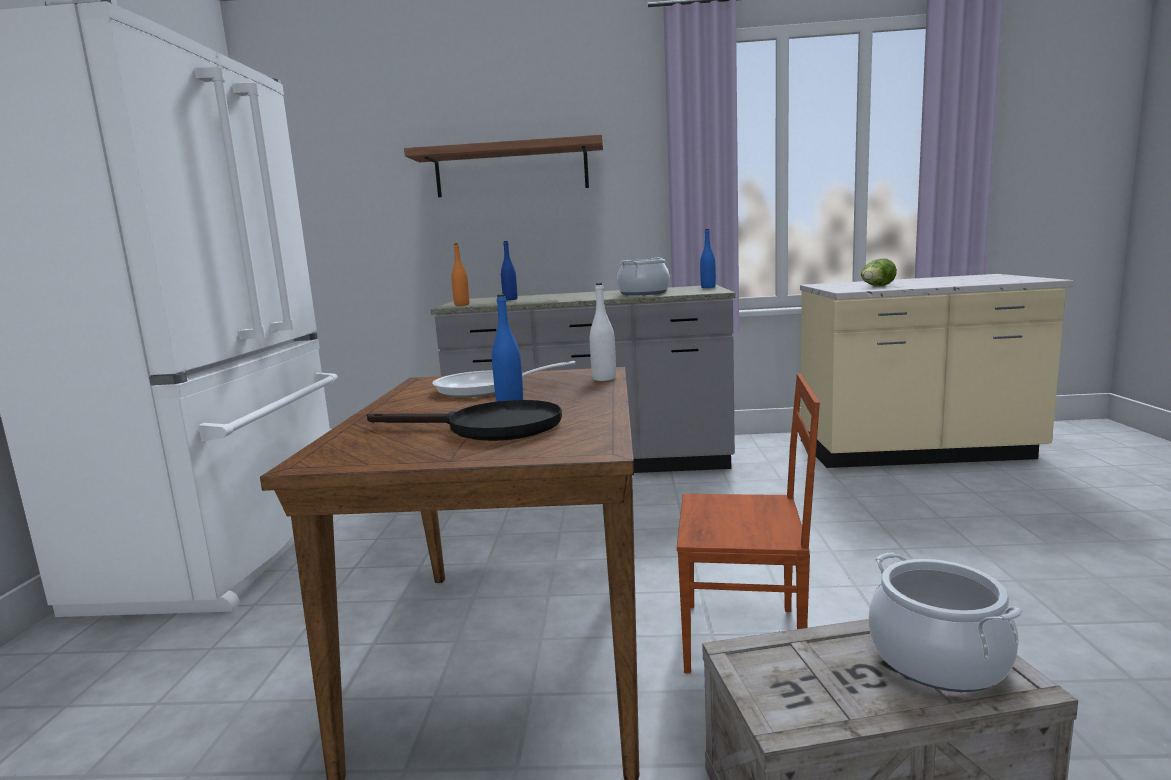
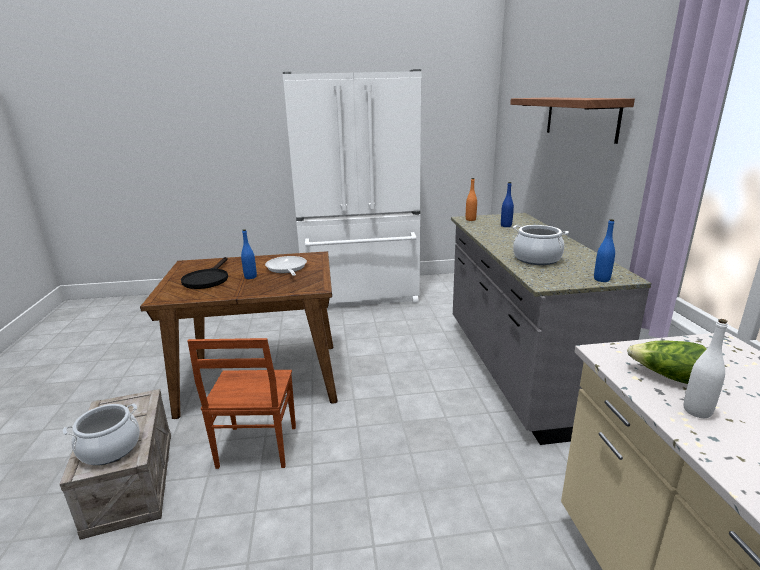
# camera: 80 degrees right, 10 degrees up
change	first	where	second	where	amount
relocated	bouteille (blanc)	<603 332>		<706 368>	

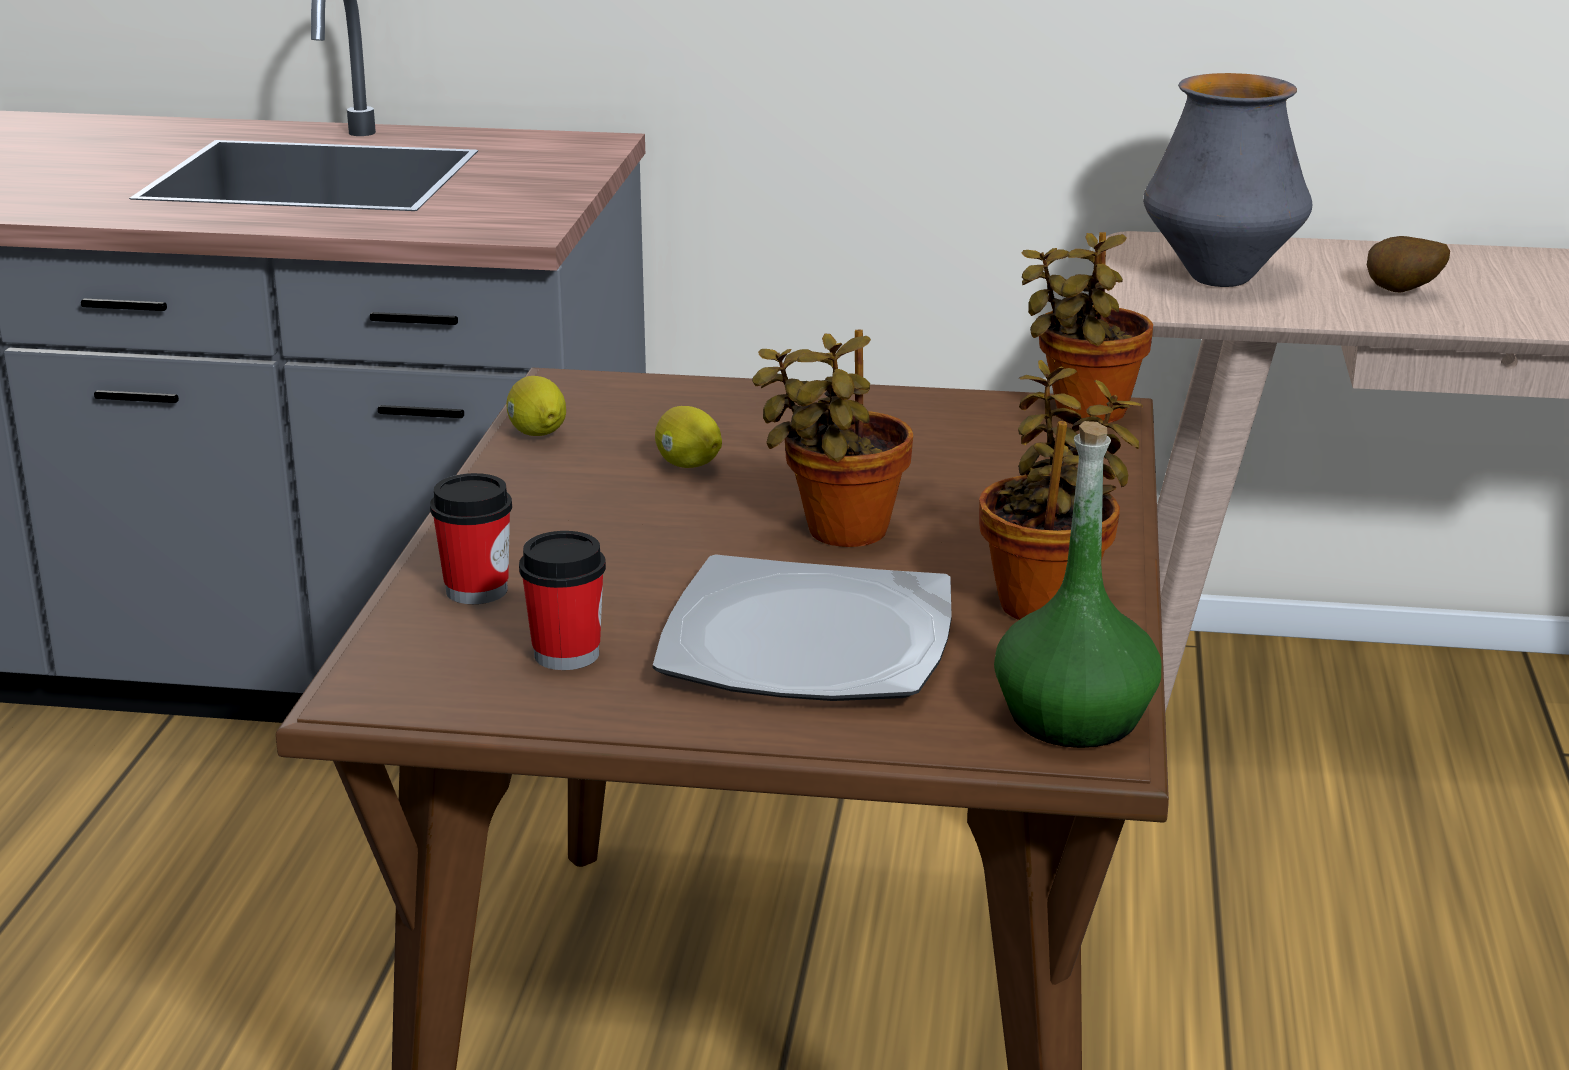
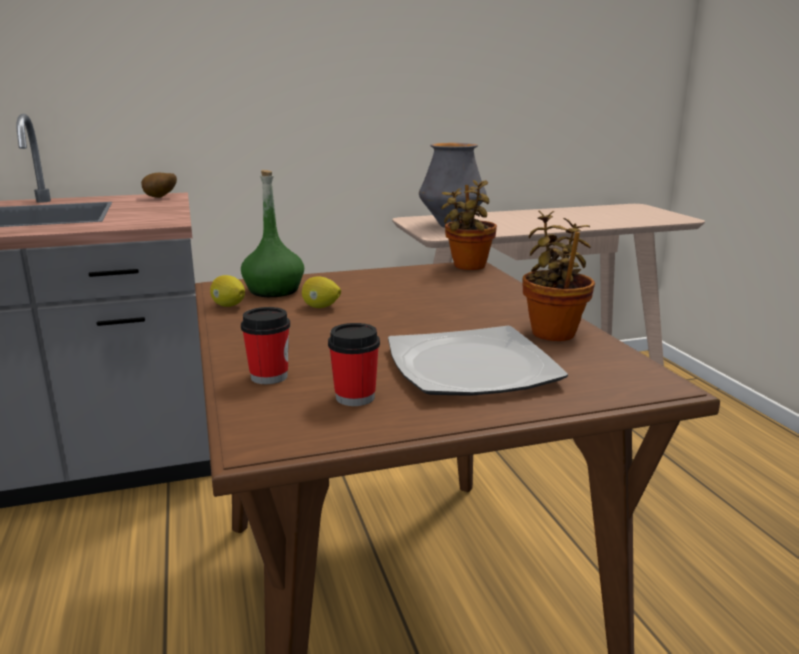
# camera: 25 degrees left, 5 degrees down
change	first	where	second	where	amount
relocated	pomme de terre	<1408 264>		<159 185>	
missing	plante en pot	<832 438>			
relocated	bouteille (vert)	<1077 584>		<272 233>	

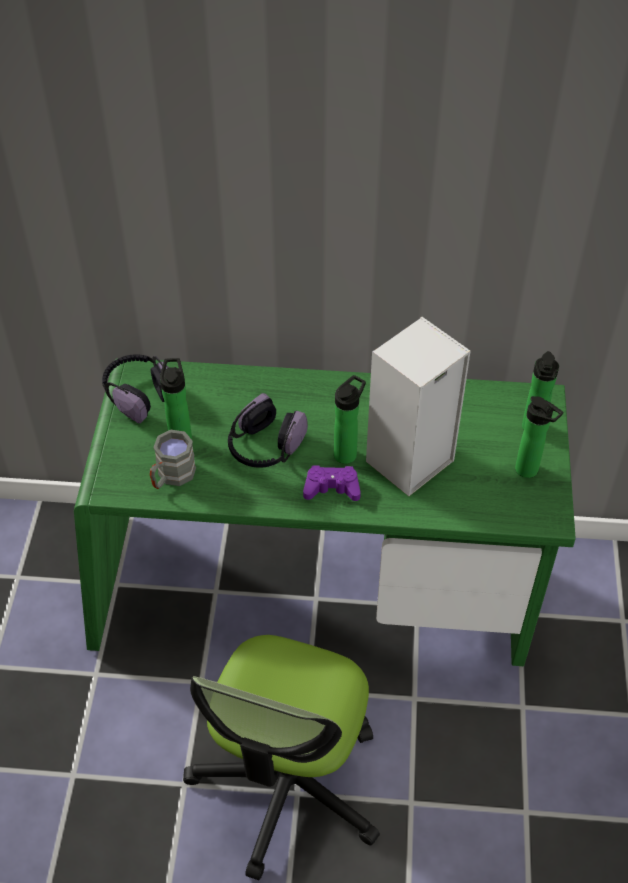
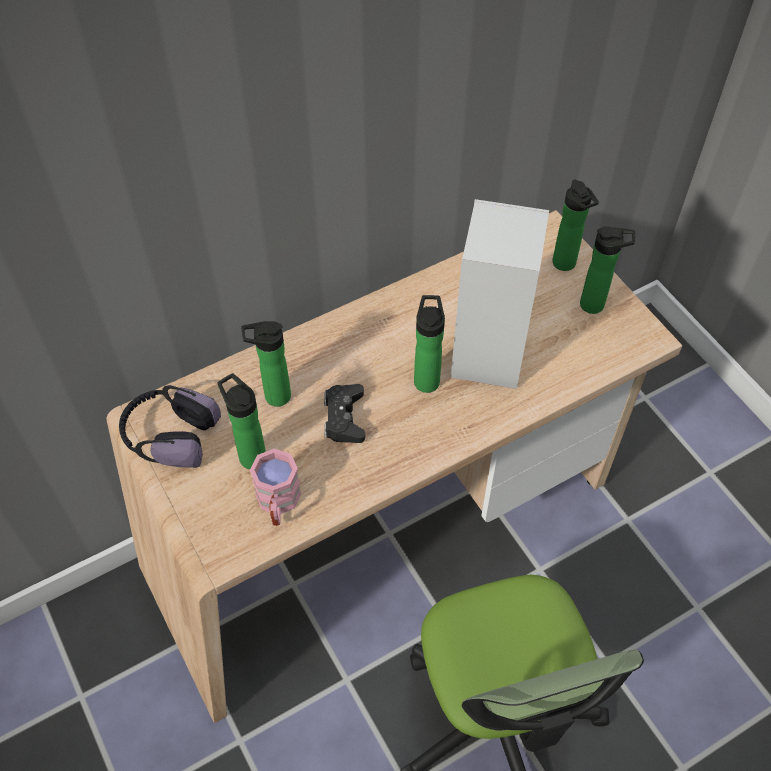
# camera: 35 degrees left, 5 degrees up
change	first	where	second	where	amount
colour	bureau (vert)	<325 512>	bureau (beige)	<394 466>	
exchanged	casque audio	<268 430>	manette (noir)	<344 413>	
colour	mug (gris)	<173 459>	mug (rose)	<275 487>	
missing	manette (violet)	<332 483>			
appeared			bouteille	<266 364>	

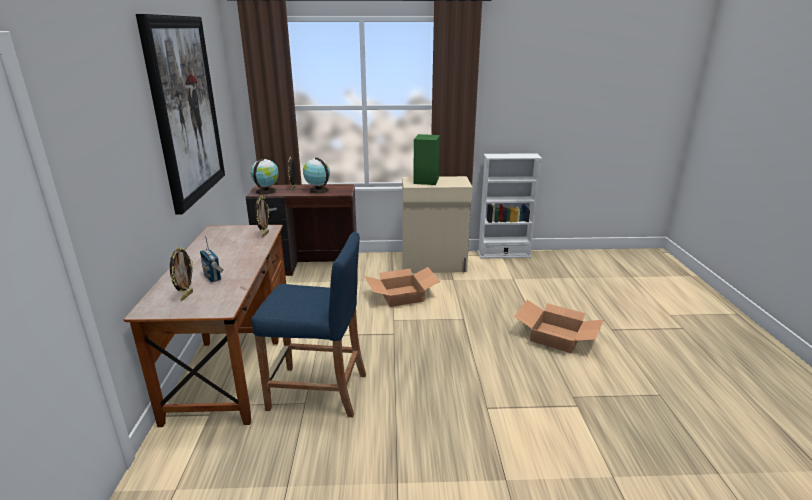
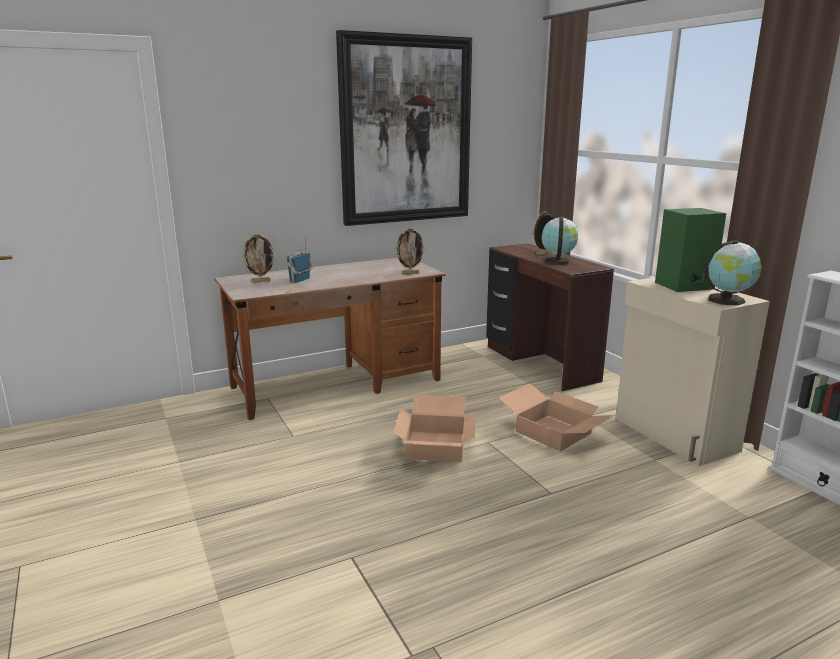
# camera: 65 degrees right, 5 degrees down
change	first	where	second	where	amount
relocated	globe	<265 176>		<733 273>	
missing	tabouret (bleu)	<308 324>			
relocated	carton	<559 327>		<434 428>	

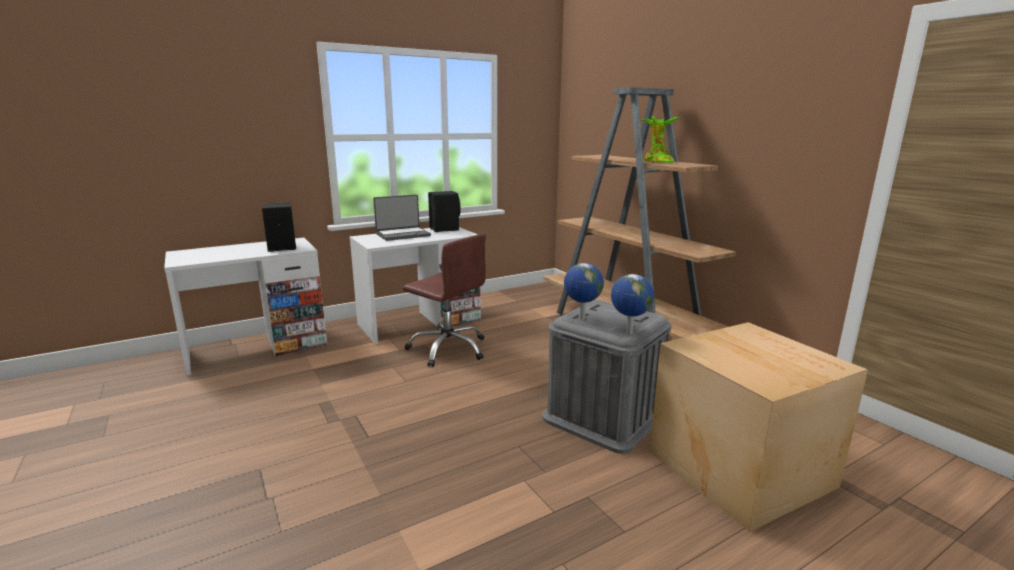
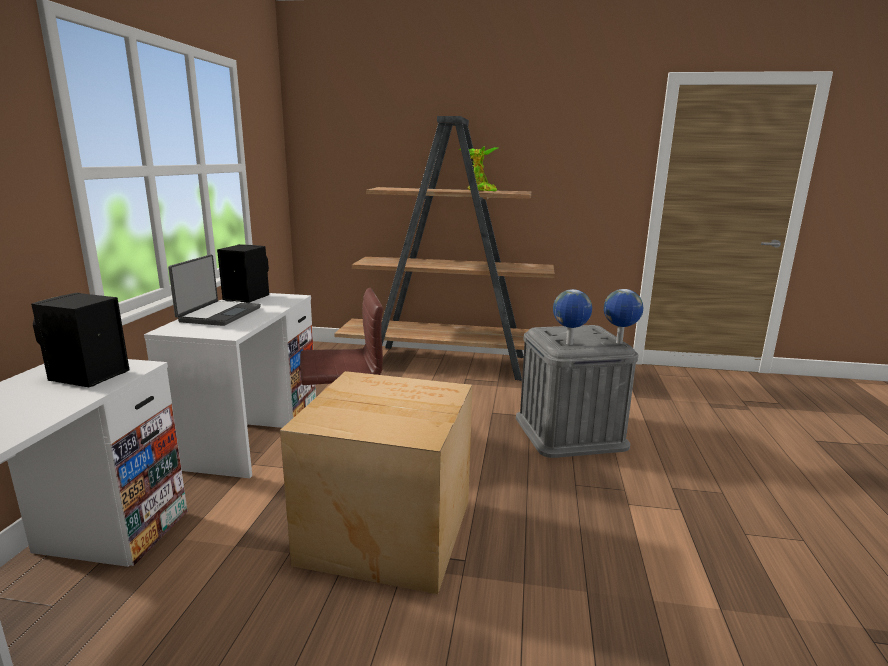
# camera: 50 degrees left, 0 degrees up
change	first	where	second	where	amount
relocated	carton	<758 427>		<376 482>	

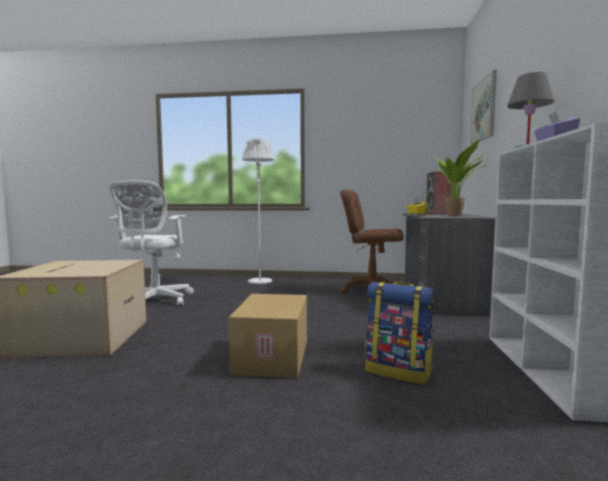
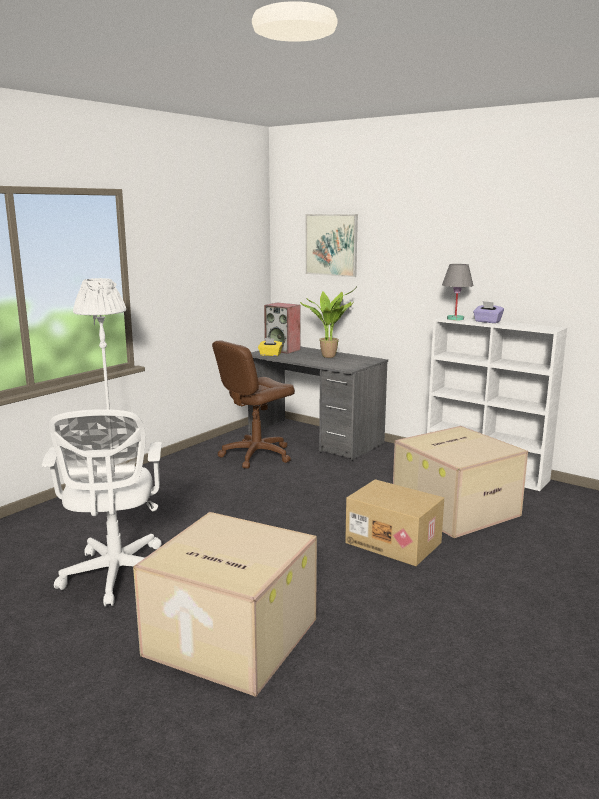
# camera: 60 degrees left, 10 degrees up
change	first	where	second	where	amount
spun	chaise de bureau (blanc)	<151 243>		<102 507>	45 degrees clockwise
exchanged	sac à dos	<399 333>	carton	<460 482>	

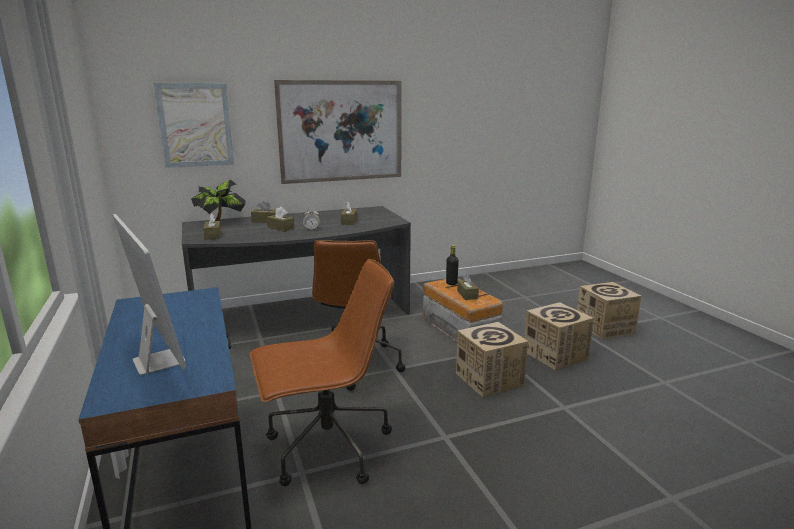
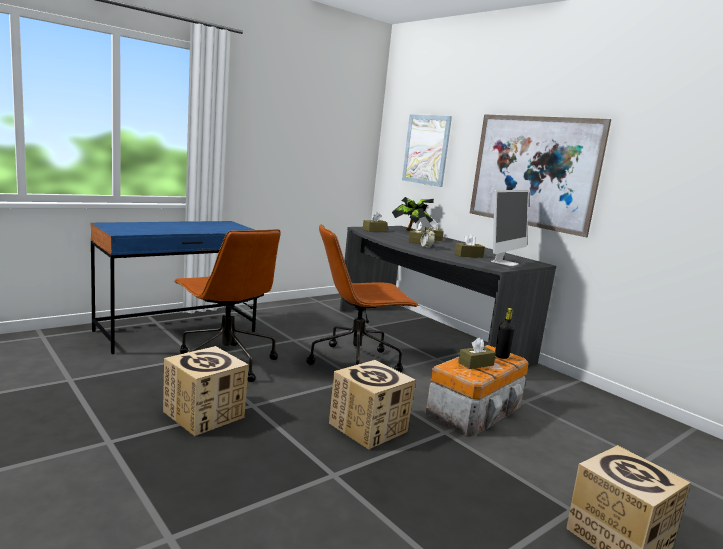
# camera: 70 degrees right, 5 degrees down
change	first	where	second	where	amount
relocated	écran d'ordinateur	<149 294>		<510 228>	
relocated	carton	<559 336>		<206 391>	

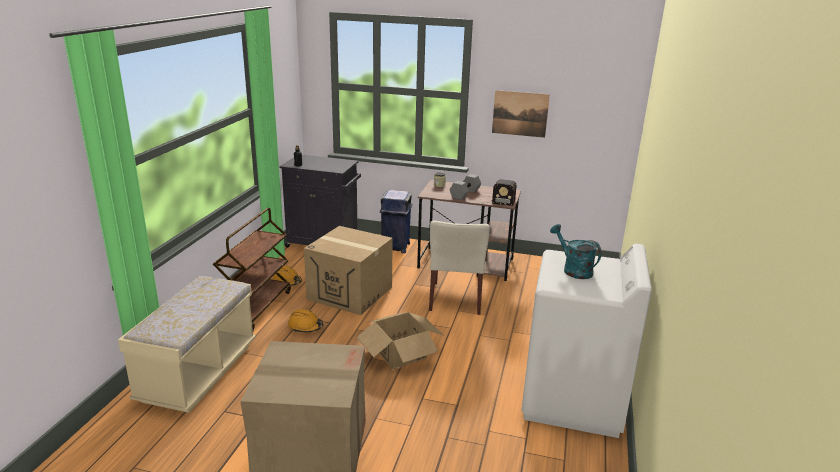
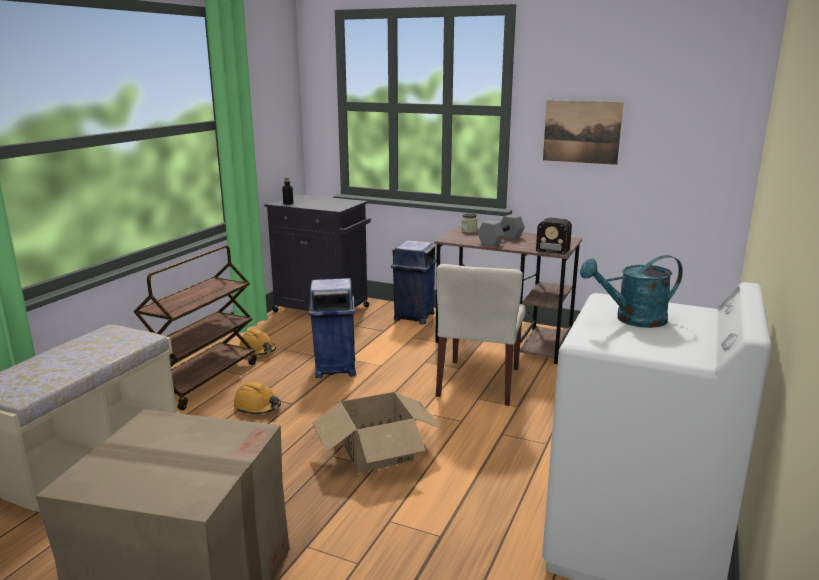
# camera: 10 degrees right, 5 degrees down
change	first	where	second	where	amount
spun	arrosoir (turquoise)	<576 251>		<631 291>	75 degrees counterclockwise
exchanged	carton	<348 270>	poubelle (bleu)	<332 328>	

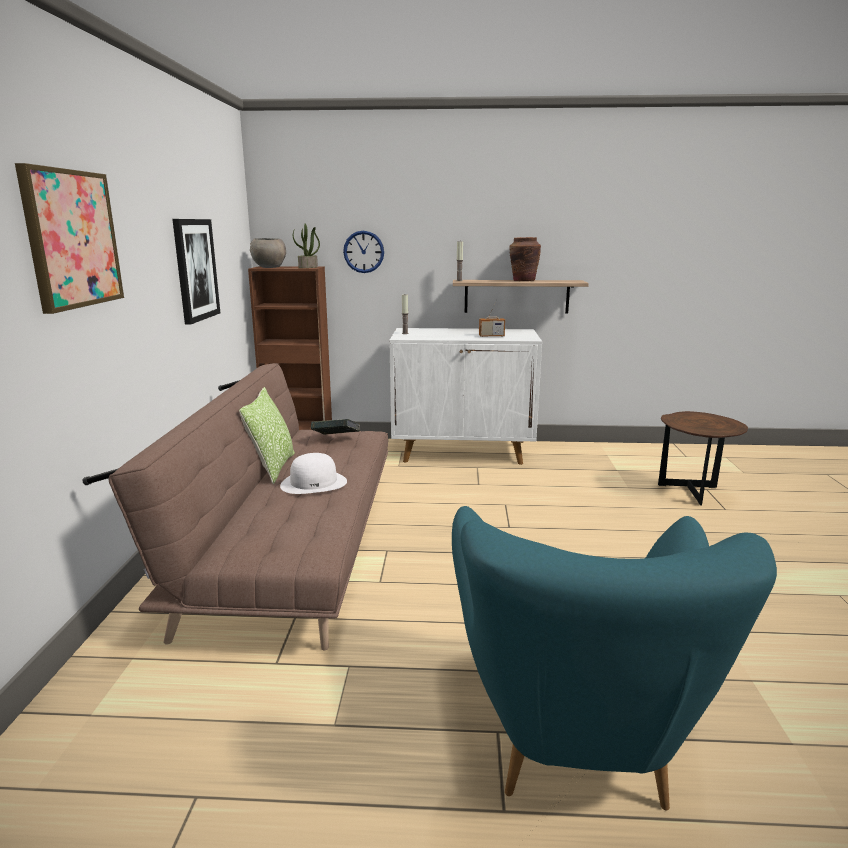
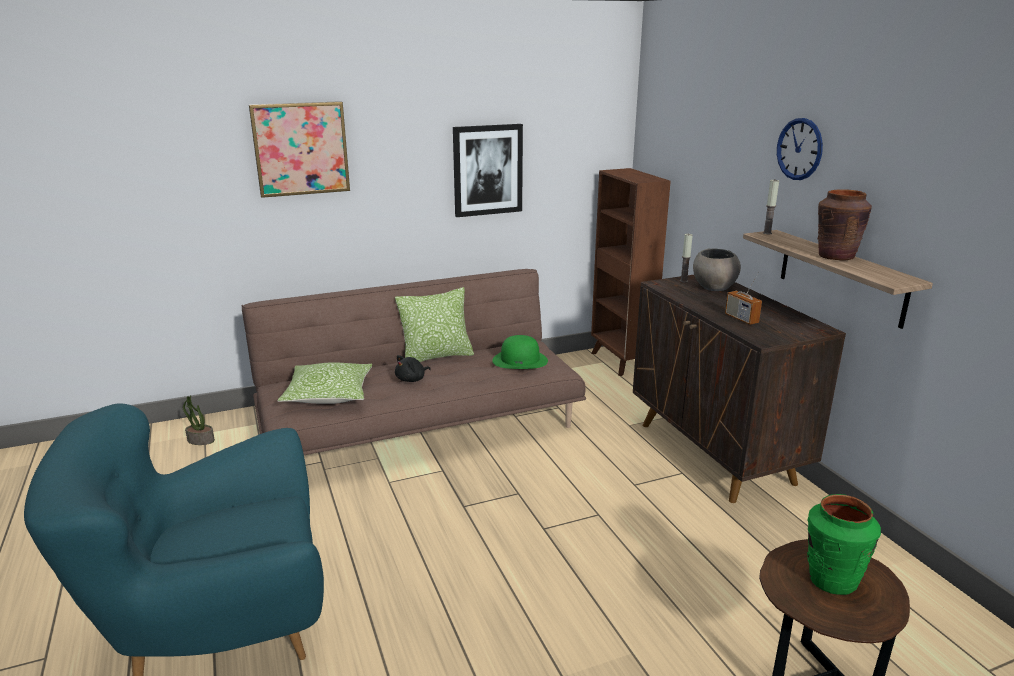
# camera: 65 degrees right, 5 degrees up
change	first	where	second	where	amount
relocated	plante en pot	<306 245>		<199 420>	
relocated	horloge murale	<363 252>		<800 149>	
relocated	bol (gris)	<268 253>		<717 269>	
colour	meuble de rangement (blanc)	<465 396>	meuble de rangement (marron)	<739 389>	
exchanged	livre	<335 427>	chapeau (vert)	<520 352>	
exchanged	chapeau (blanc)	<313 473>	peluche (noir)	<413 368>	
appeared			coussin	<324 383>	
appeared			vase (vert)	<844 544>	

